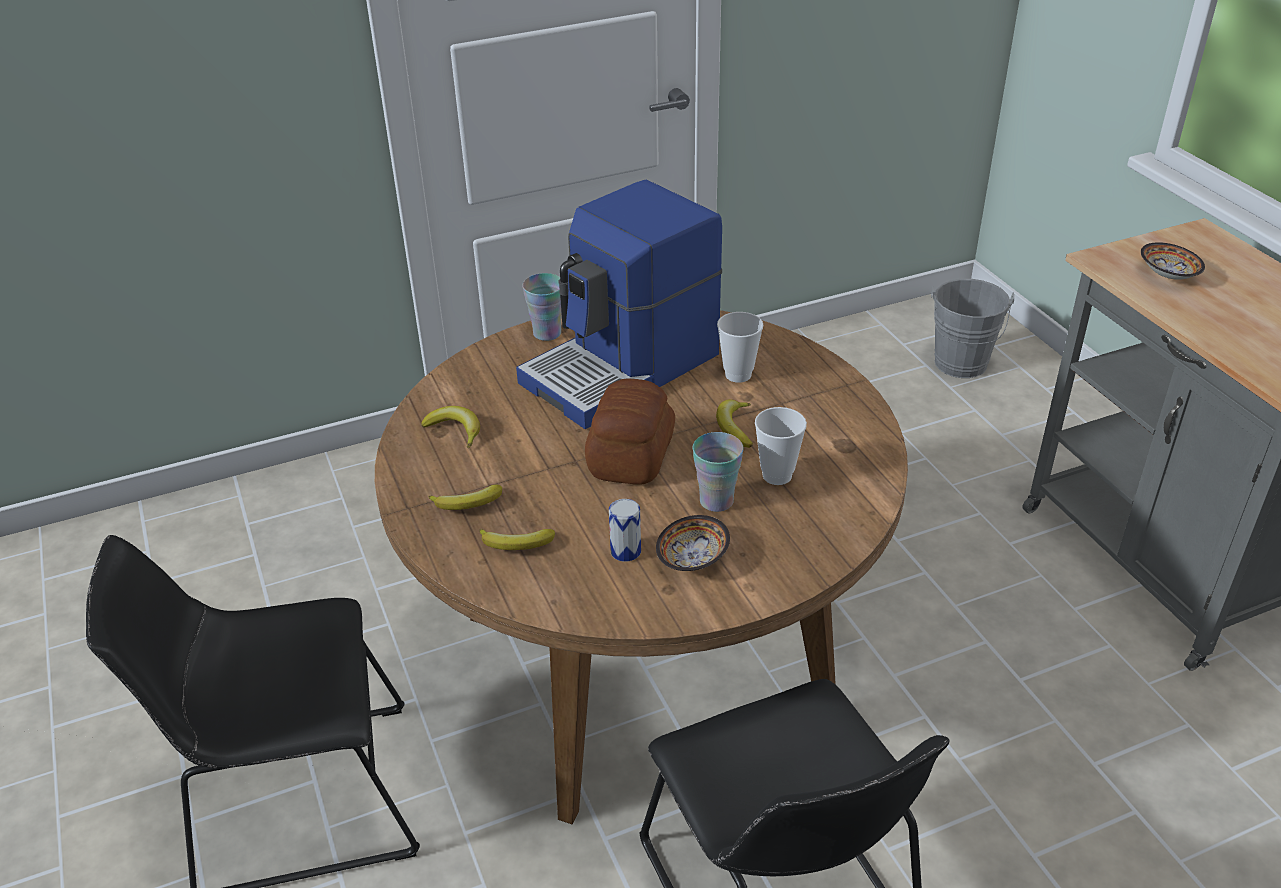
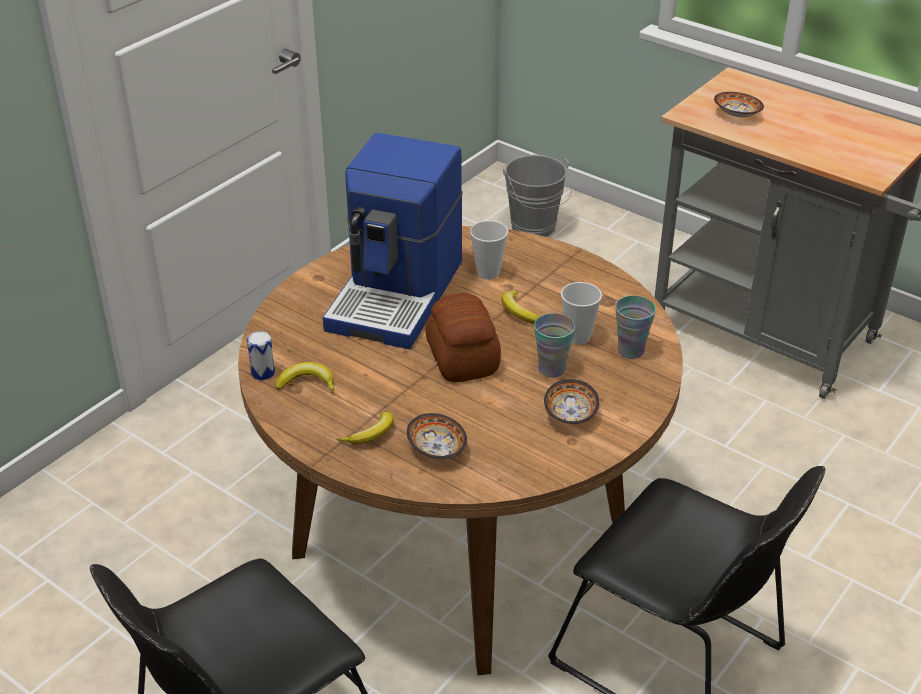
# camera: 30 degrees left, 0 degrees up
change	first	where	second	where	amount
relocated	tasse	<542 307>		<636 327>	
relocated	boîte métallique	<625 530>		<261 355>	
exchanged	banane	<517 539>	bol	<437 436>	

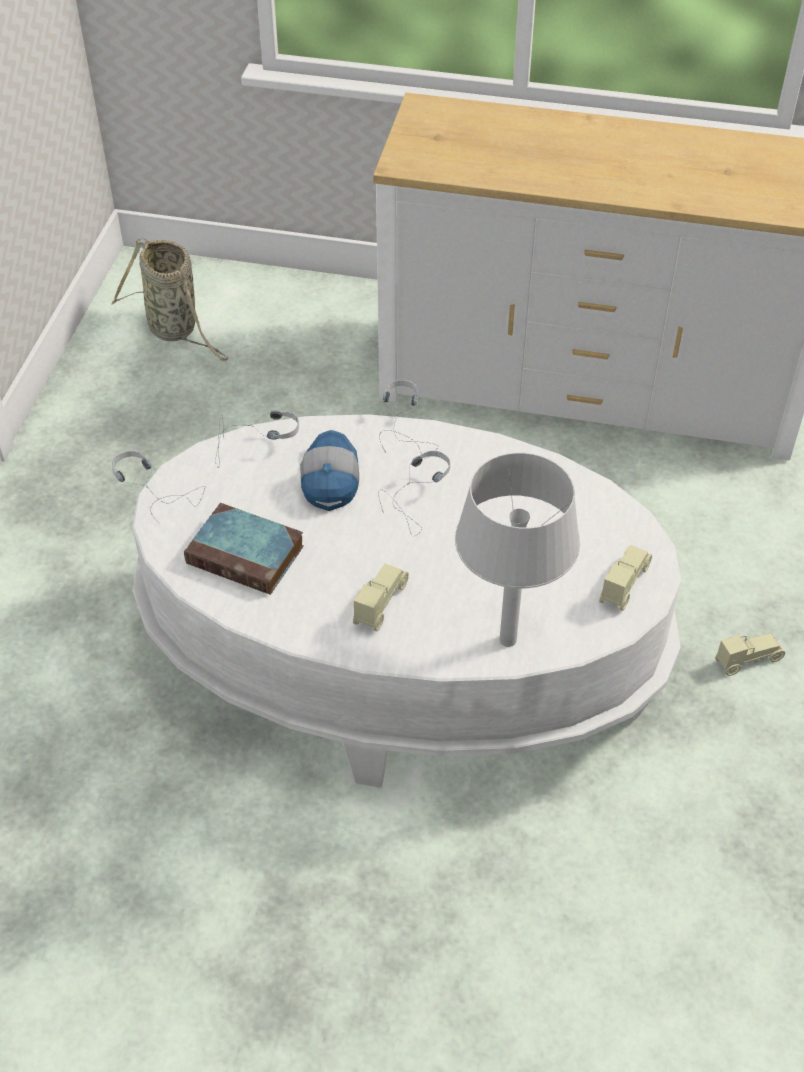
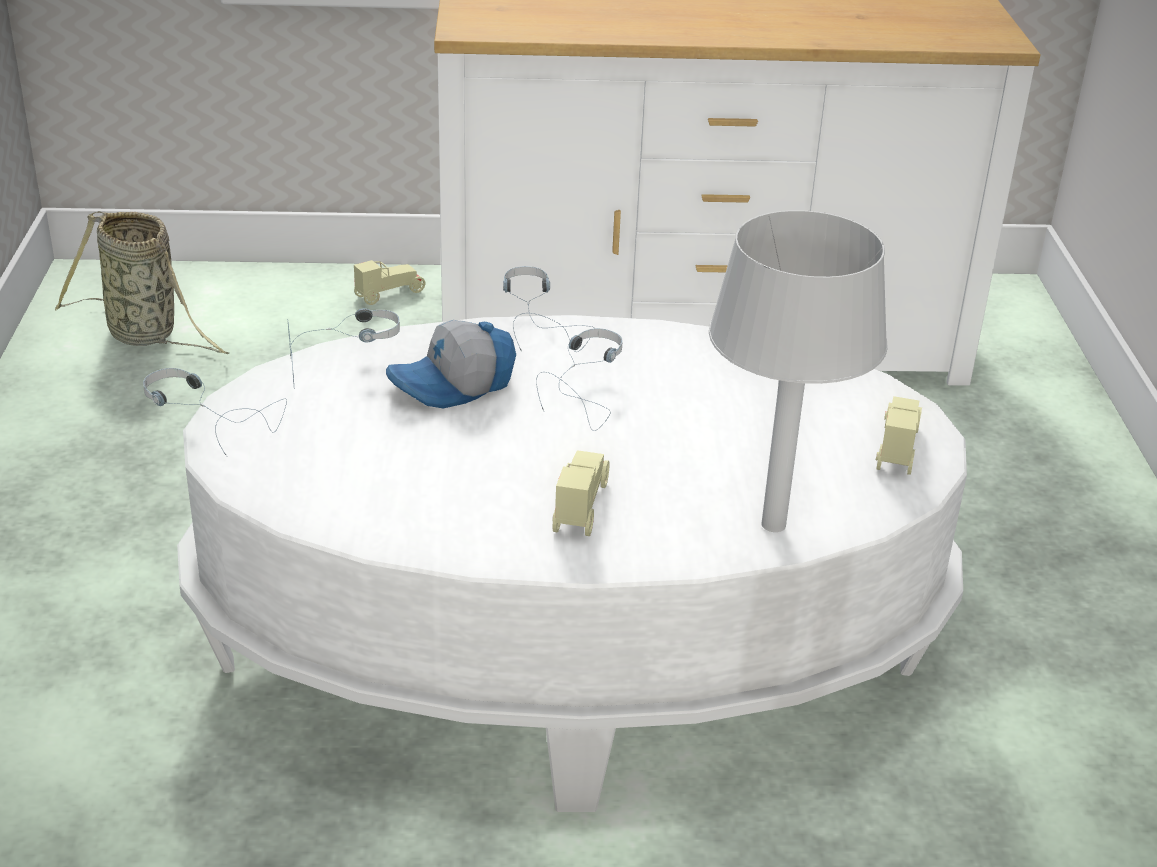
# camera: 15 degrees left, 15 degrees down
change	first	where	second	where	amount
spun	casquette	<329 470>		<451 364>	105 degrees counterclockwise
missing	livre	<244 549>			
relocated	petite voiture (beige)	<750 655>		<389 282>	

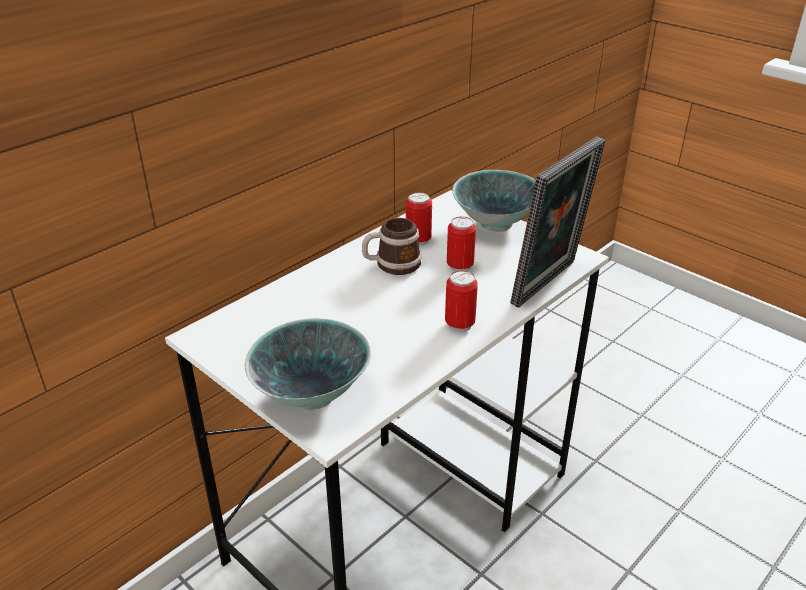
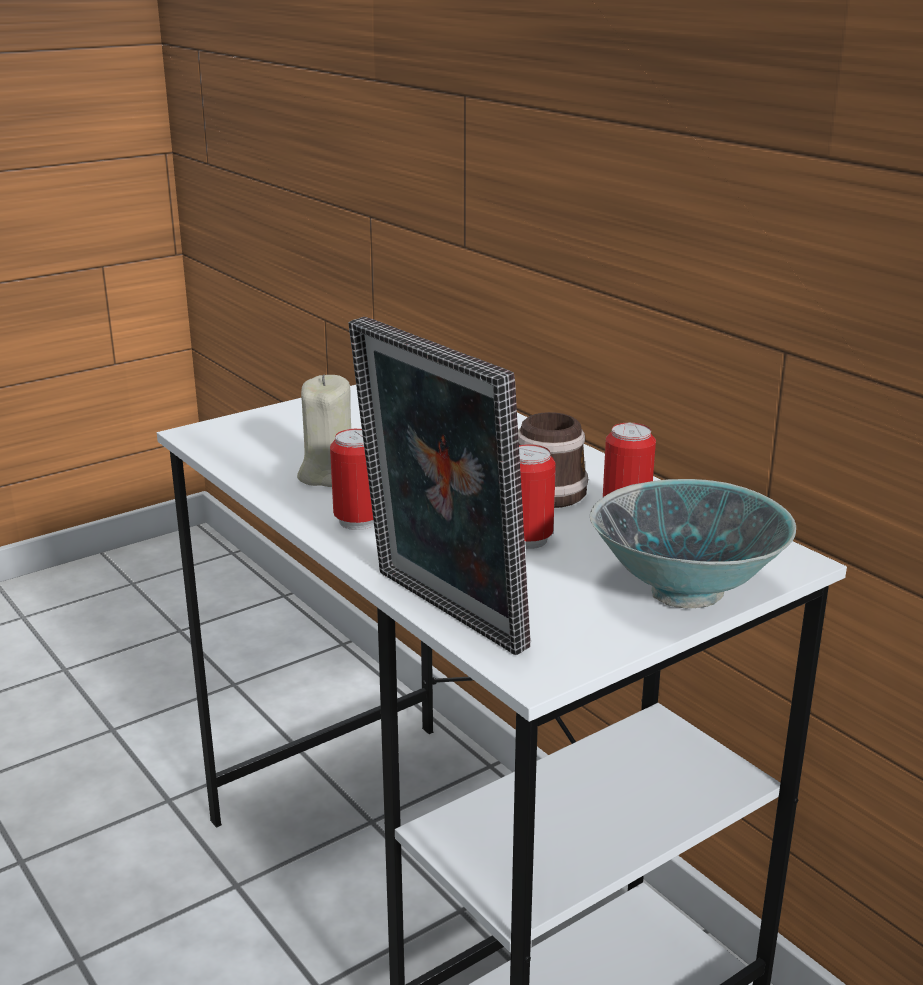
# camera: 100 degrees right, 10 degrees down
change	first	where	second	where	amount
missing	bol	<307 364>			
appeared			bougie (beige)	<324 431>	

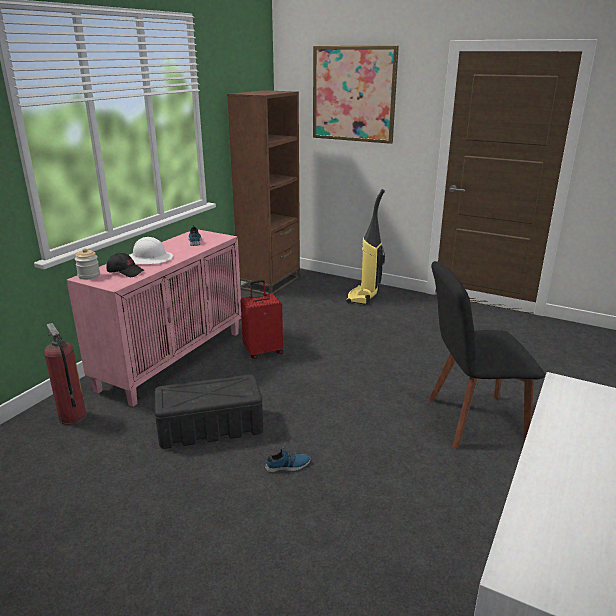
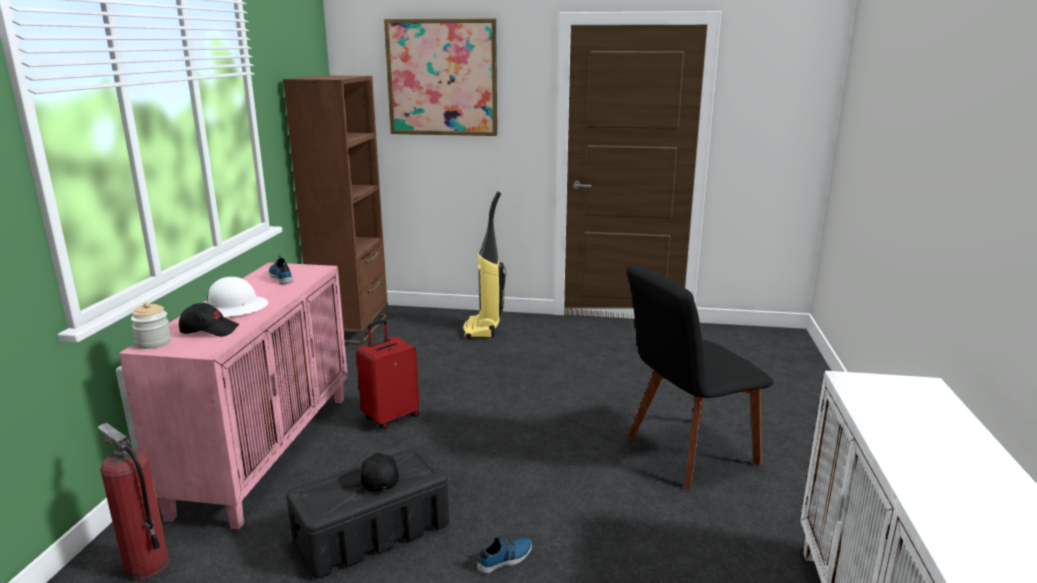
# camera: 20 degrees left, 5 degrees down
change	first	where	second	where	amount
appeared			casquette (noir)	<380 472>	

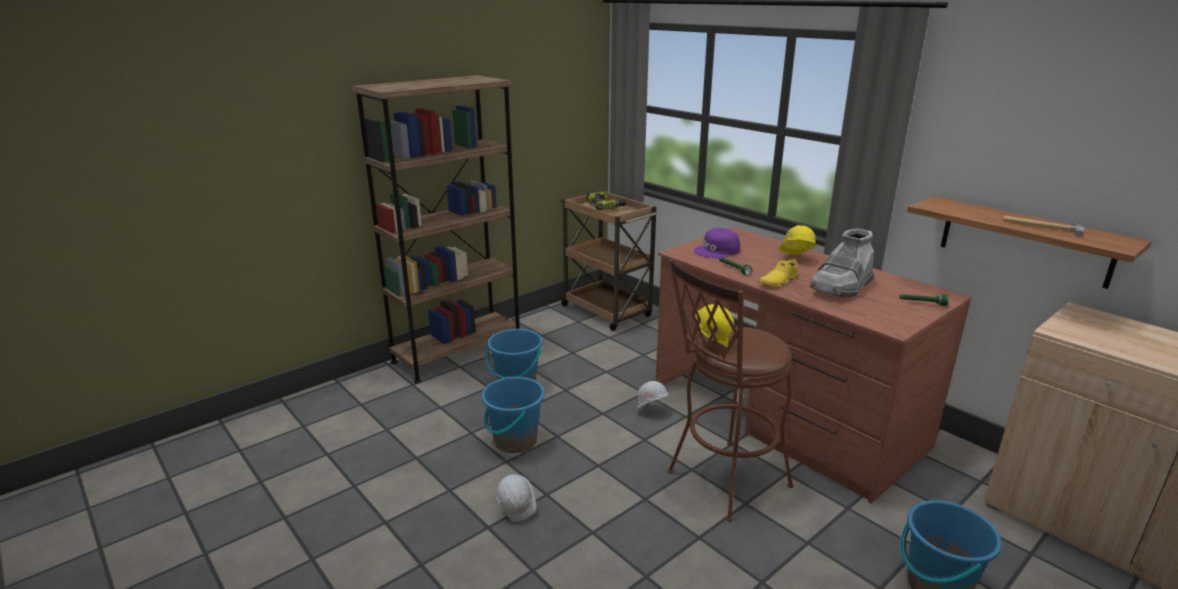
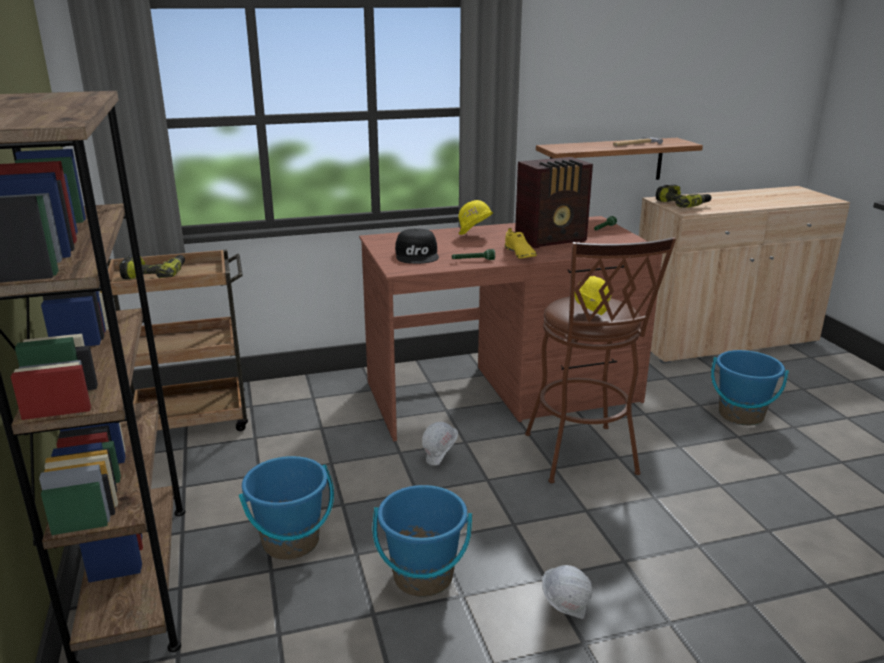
# camera: 65 degrees left, 0 degrees up
change	first	where	second	where	amount
colour	casquette (violet)	<716 243>	casquette (noir)	<417 246>	
exchanged	botte (gris)	<842 263>	radio	<554 202>	
appeared			perceuse	<684 196>	

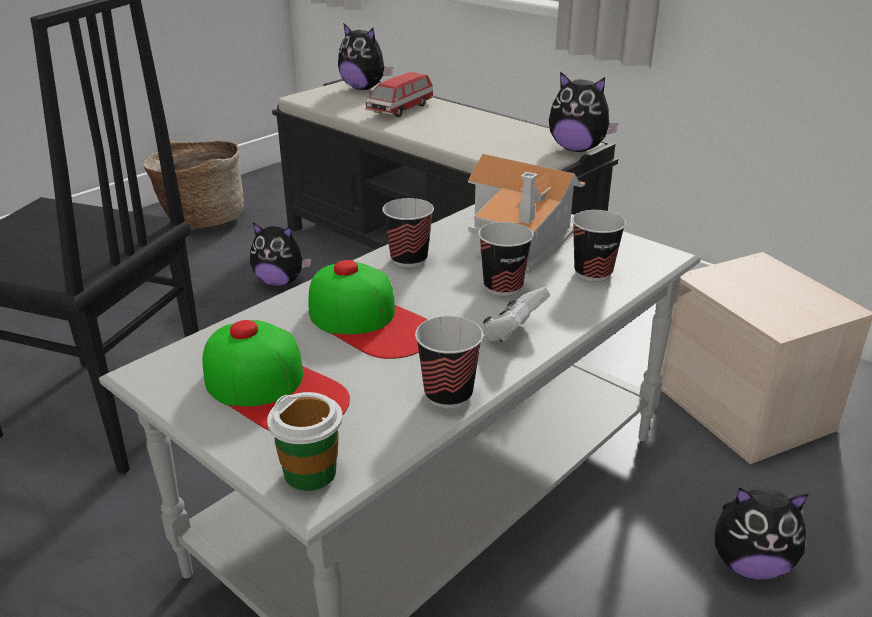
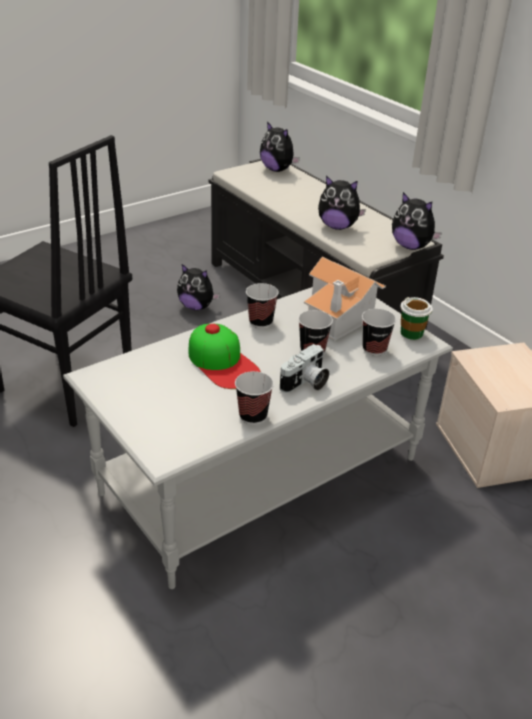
# camera: 10 degrees right, 5 degrees up
change	first	where	second	where	amount
missing	petite voiture	<399 94>			
missing	panier	<193 185>			
exchanged	manette (blanc)	<516 314>	appareil photo	<304 368>	
missing	casquette	<276 375>			
relocated	tasse	<305 441>		<416 318>	
relocated	peluche	<761 534>		<342 203>	

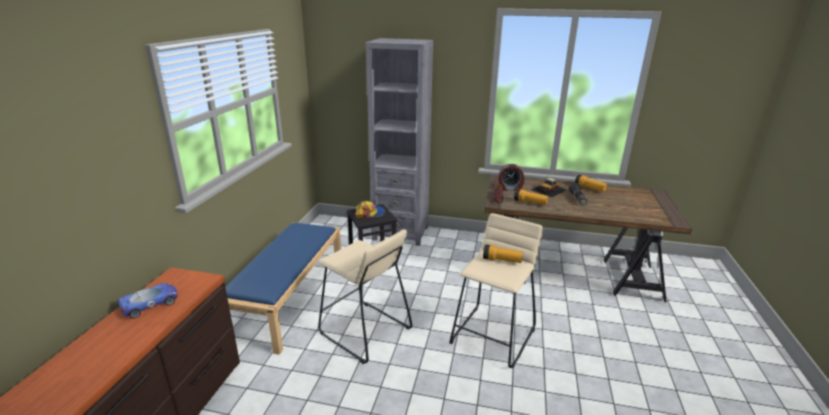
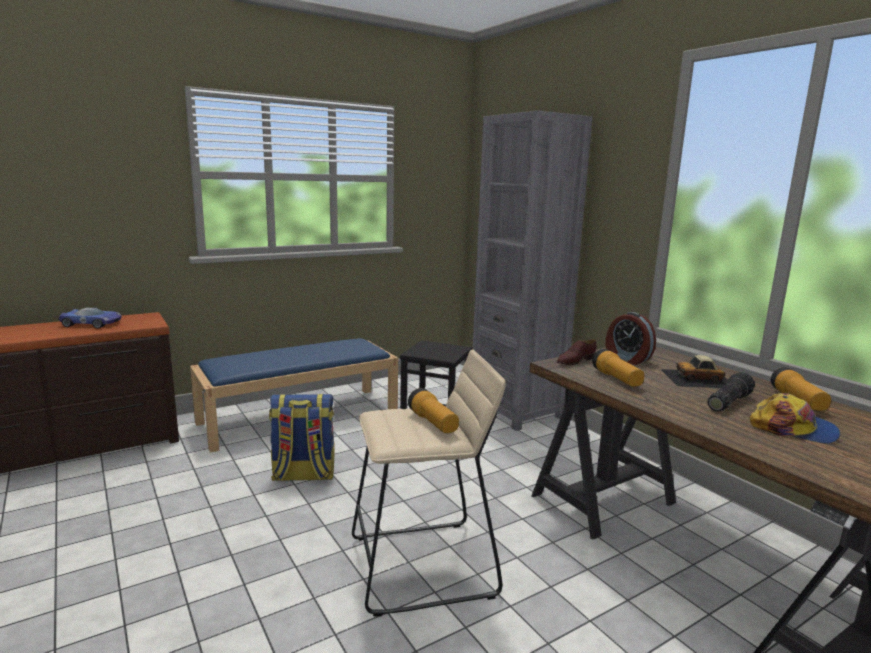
# camera: 45 degrees right, 10 degrees down
change	first	where	second	where	amount
relocated	casquette	<370 209>		<795 418>	
exchanged	tabouret (beige)	<365 297>	sac à dos	<301 437>	

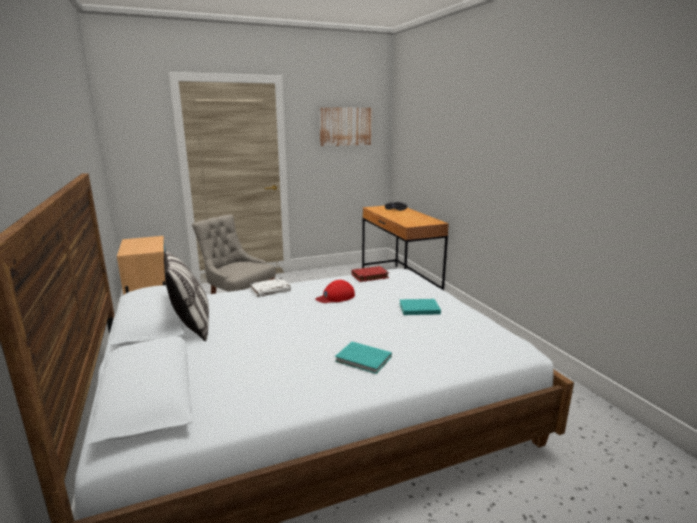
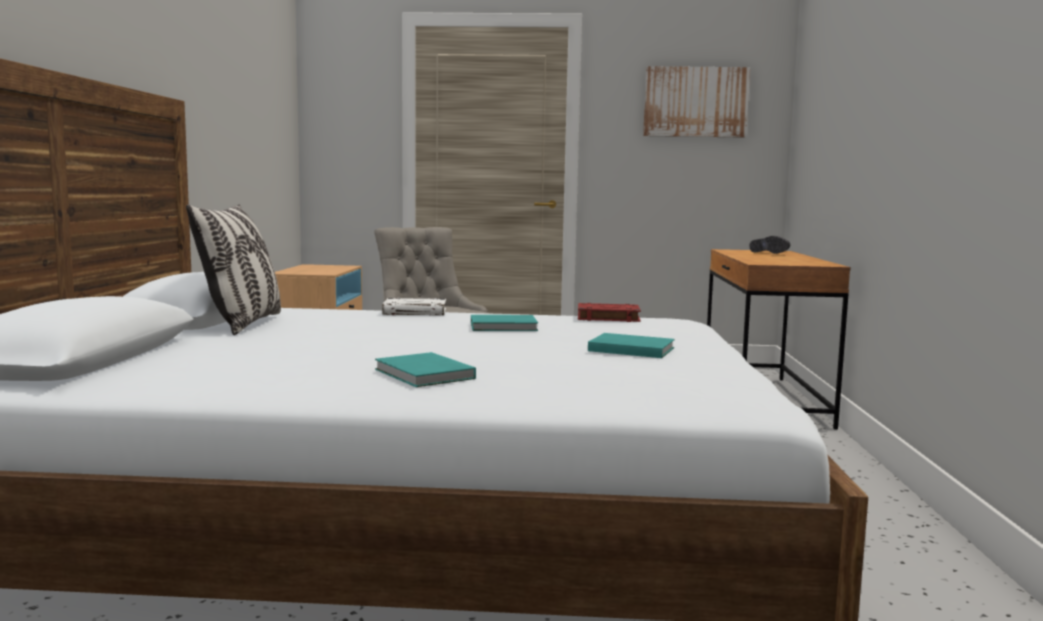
# camera: 25 degrees right, 10 degrees down
change	first	where	second	where	amount
exchanged	casquette (rouge)	<335 291>	livre (turquoise)	<504 323>	

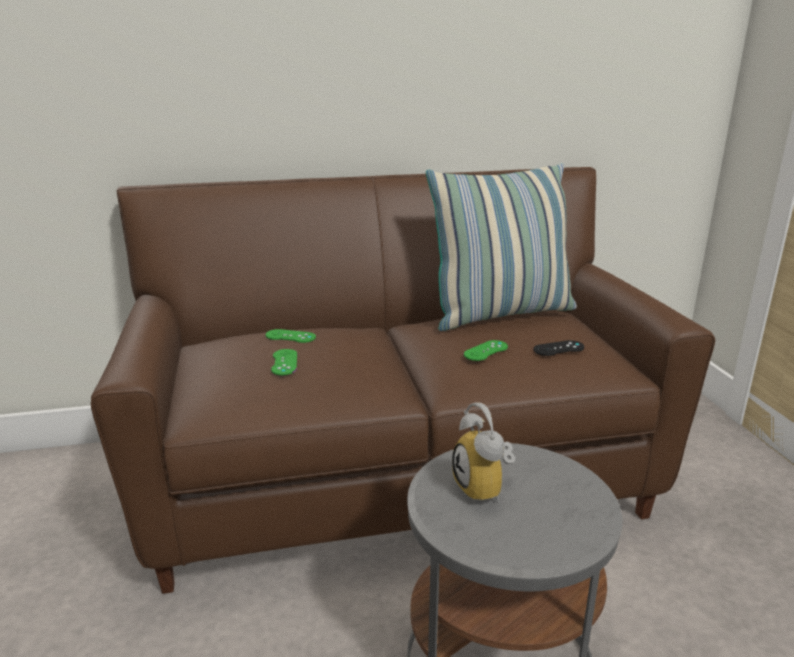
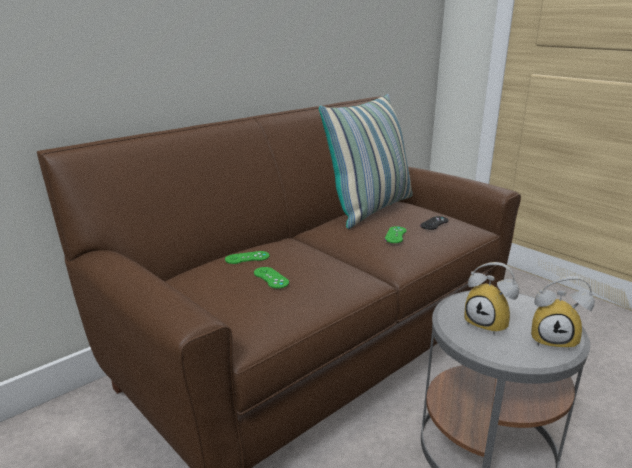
# camera: 30 degrees left, 0 degrees up
change	first	where	second	where	amount
appeared			réveil	<563 313>	

